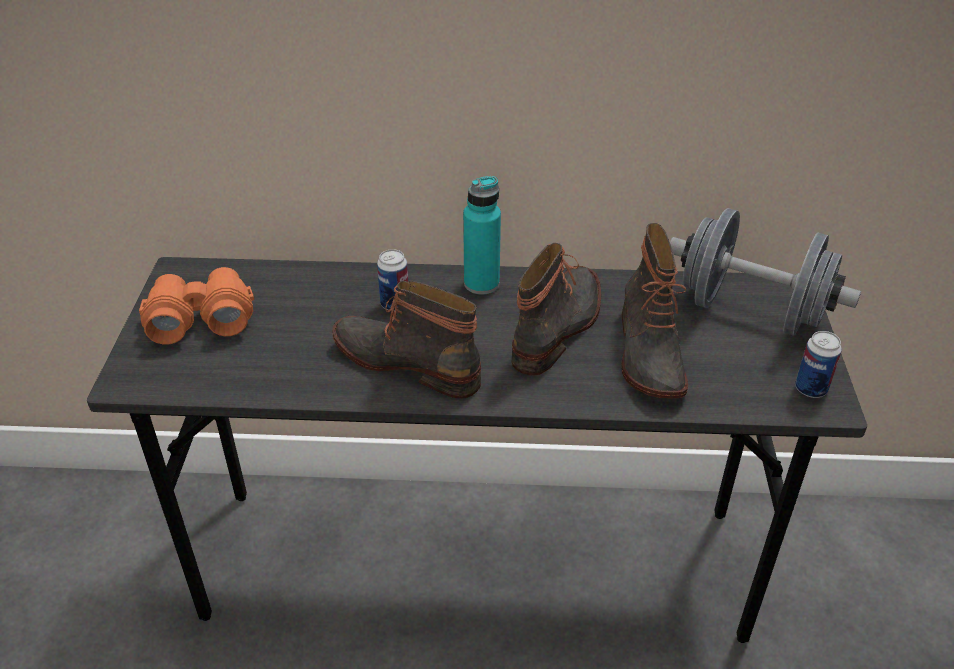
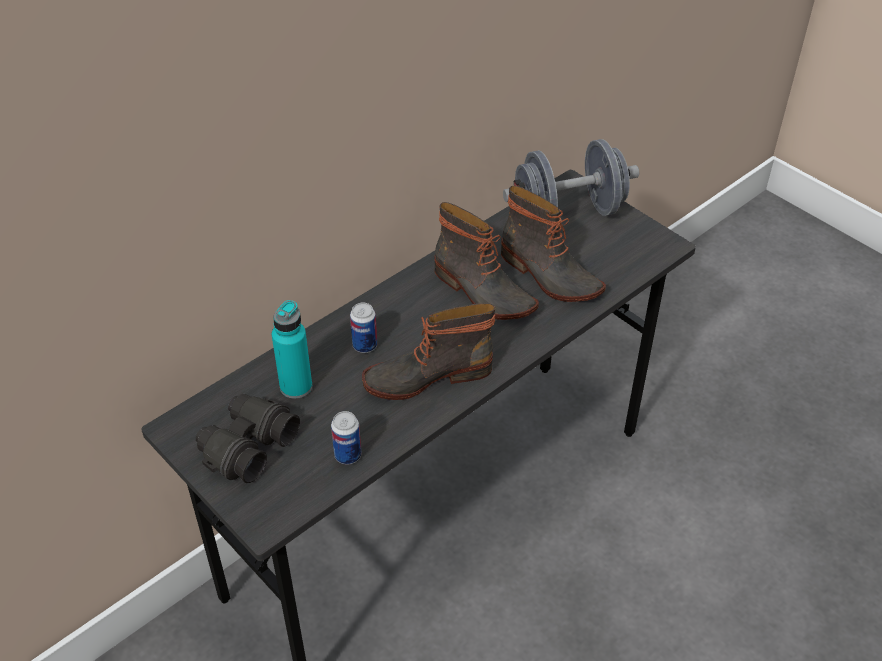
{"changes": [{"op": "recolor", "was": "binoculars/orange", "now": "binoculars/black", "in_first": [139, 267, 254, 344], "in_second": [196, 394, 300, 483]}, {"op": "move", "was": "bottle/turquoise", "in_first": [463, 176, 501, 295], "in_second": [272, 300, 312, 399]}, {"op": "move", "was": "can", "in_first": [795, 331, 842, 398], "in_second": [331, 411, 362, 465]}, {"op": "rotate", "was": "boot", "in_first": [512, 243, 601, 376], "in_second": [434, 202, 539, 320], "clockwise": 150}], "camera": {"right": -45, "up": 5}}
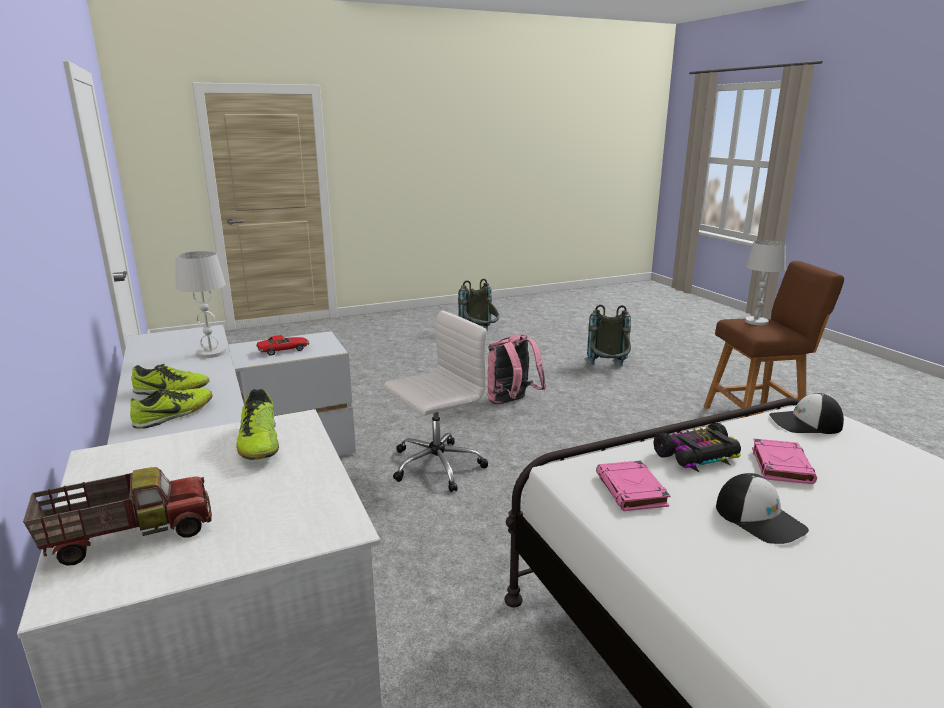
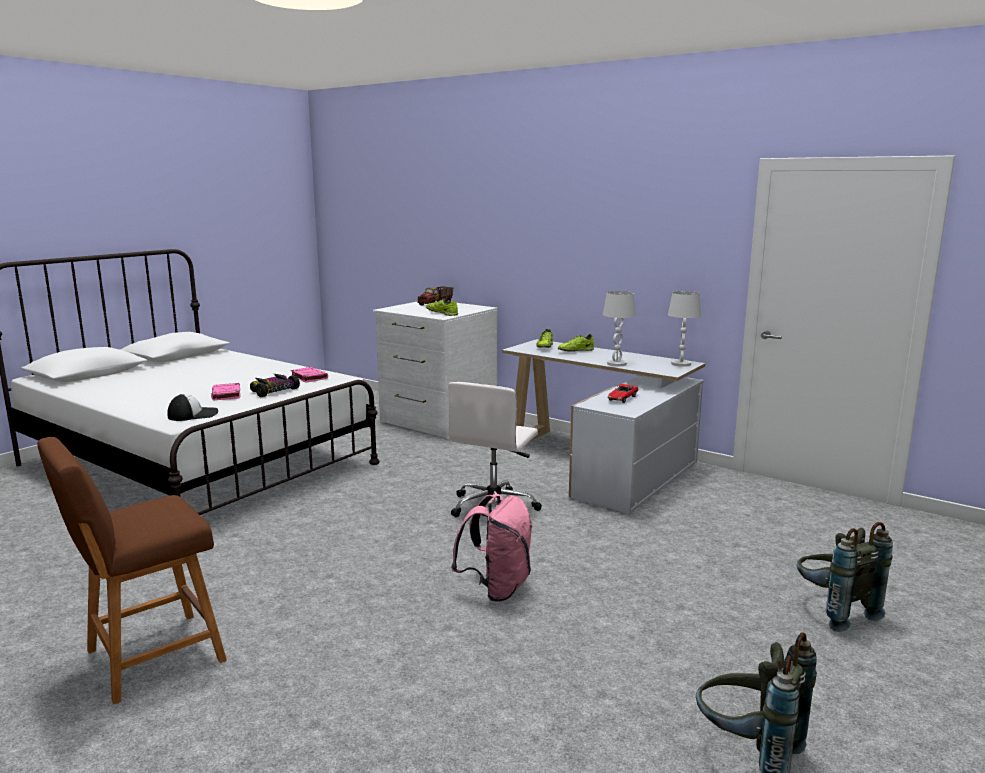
{"changes": [{"op": "move", "was": "table lamp/white", "in_first": [745, 240, 786, 325], "in_second": [668, 291, 701, 367]}, {"op": "move", "was": "backpack/grey", "in_first": [584, 305, 631, 366], "in_second": [797, 522, 893, 632]}, {"op": "delete", "was": "cap", "in_first": [716, 473, 809, 544]}], "camera": {"right": 150, "up": -5}}
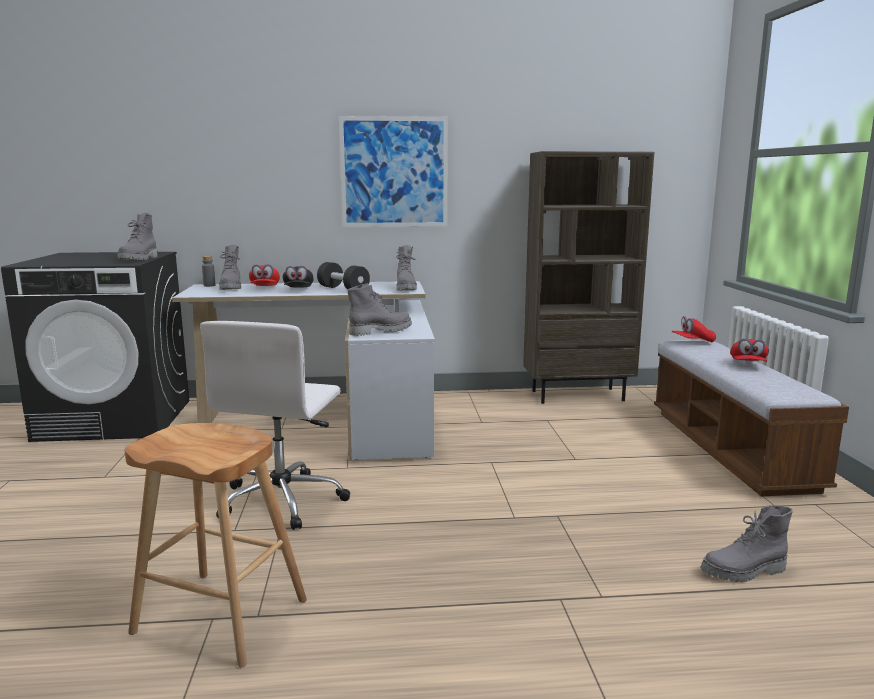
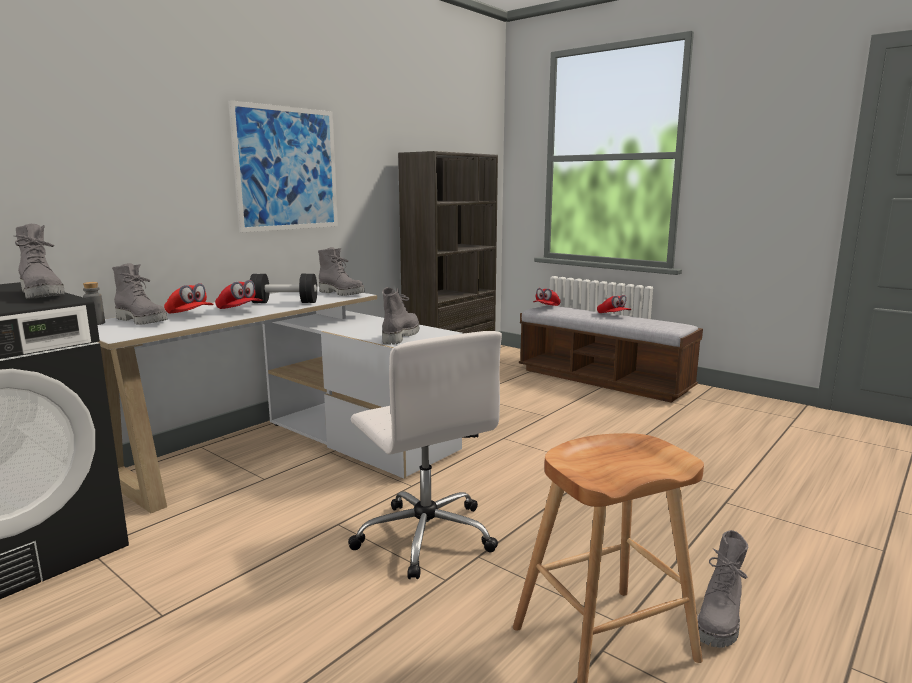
{"changes": [{"op": "recolor", "was": "cap/black", "now": "cap/red", "in_first": [283, 266, 314, 288], "in_second": [215, 280, 263, 309]}, {"op": "move", "was": "boot/grey", "in_first": [701, 505, 793, 582], "in_second": [697, 530, 748, 648]}], "camera": {"right": -45, "up": 0}}
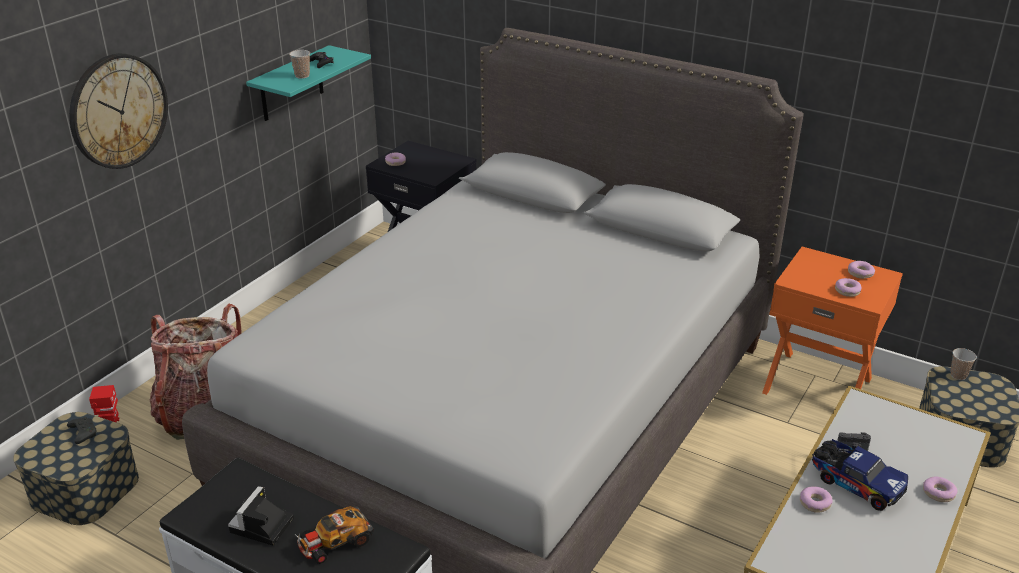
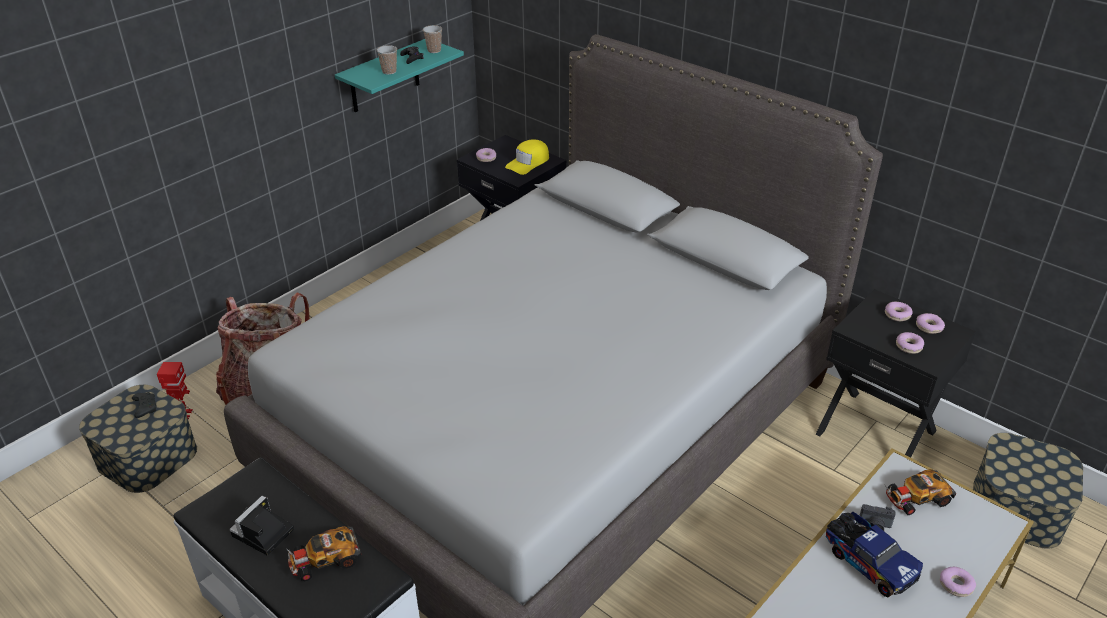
{"changes": [{"op": "move", "was": "cup", "in_first": [951, 348, 977, 380], "in_second": [423, 25, 442, 53]}, {"op": "insert", "now": "cap/yellow", "in_second": [505, 139, 549, 175]}, {"op": "recolor", "was": "nightstand/orange", "now": "nightstand/black", "in_first": [762, 247, 903, 395], "in_second": [816, 289, 976, 458]}, {"op": "move", "was": "donut", "in_first": [800, 486, 833, 513], "in_second": [885, 302, 912, 321]}, {"op": "insert", "now": "toy car", "in_second": [886, 469, 956, 515]}, {"op": "delete", "was": "wall clock", "in_first": [69, 54, 168, 169]}], "camera": {"right": 10, "up": 5}}
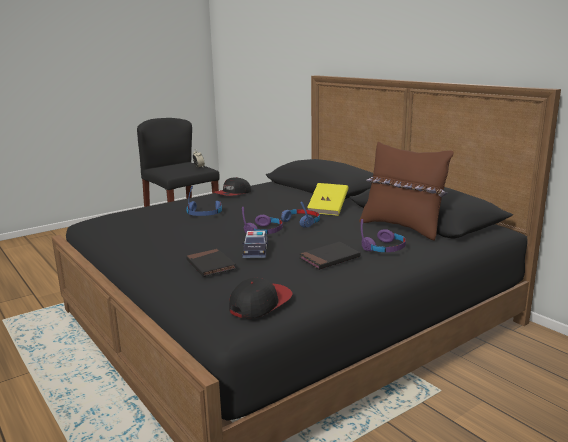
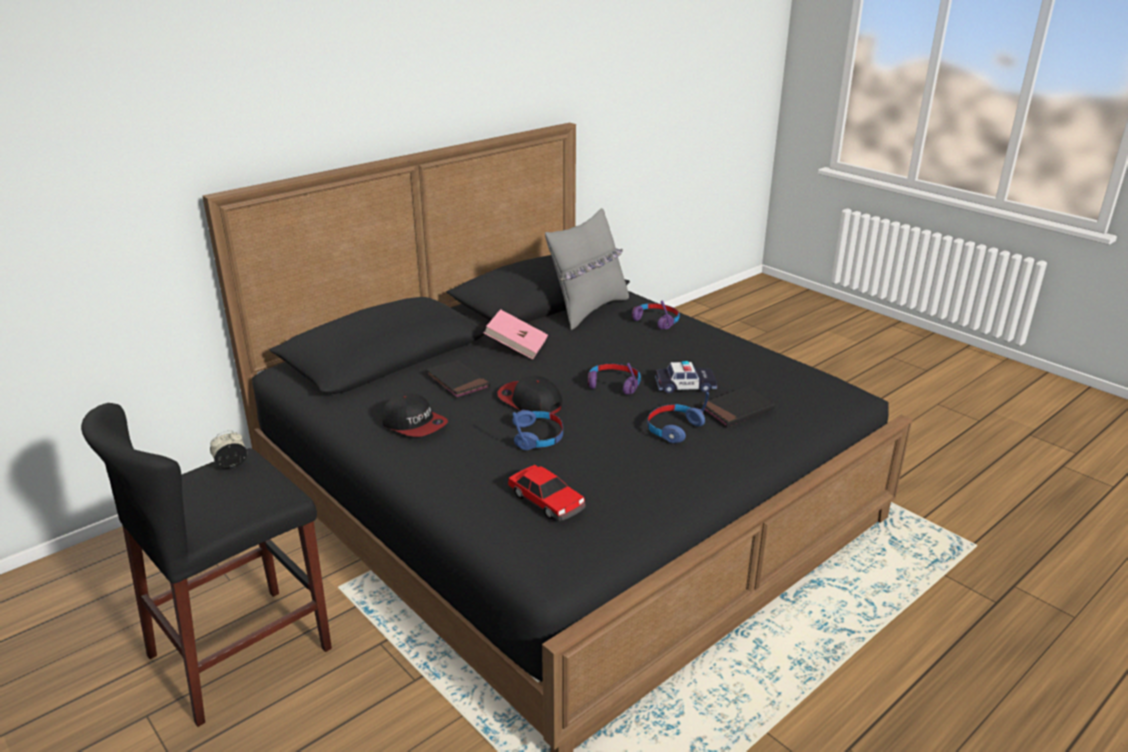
{"changes": [{"op": "move", "was": "book/black", "in_first": [299, 242, 360, 270], "in_second": [426, 360, 490, 399]}, {"op": "recolor", "was": "book/yellow", "now": "book/pink", "in_first": [307, 183, 349, 216], "in_second": [483, 309, 548, 359]}, {"op": "move", "was": "cap", "in_first": [229, 278, 293, 318], "in_second": [497, 375, 562, 414]}, {"op": "insert", "now": "toy car", "in_second": [508, 465, 586, 521]}, {"op": "recolor", "was": "pillow/brown", "now": "pillow/grey", "in_first": [359, 142, 454, 241], "in_second": [545, 208, 629, 330]}, {"op": "move", "was": "headphones/blue", "in_first": [281, 202, 320, 227], "in_second": [647, 392, 709, 443]}], "camera": {"right": -95, "up": 10}}
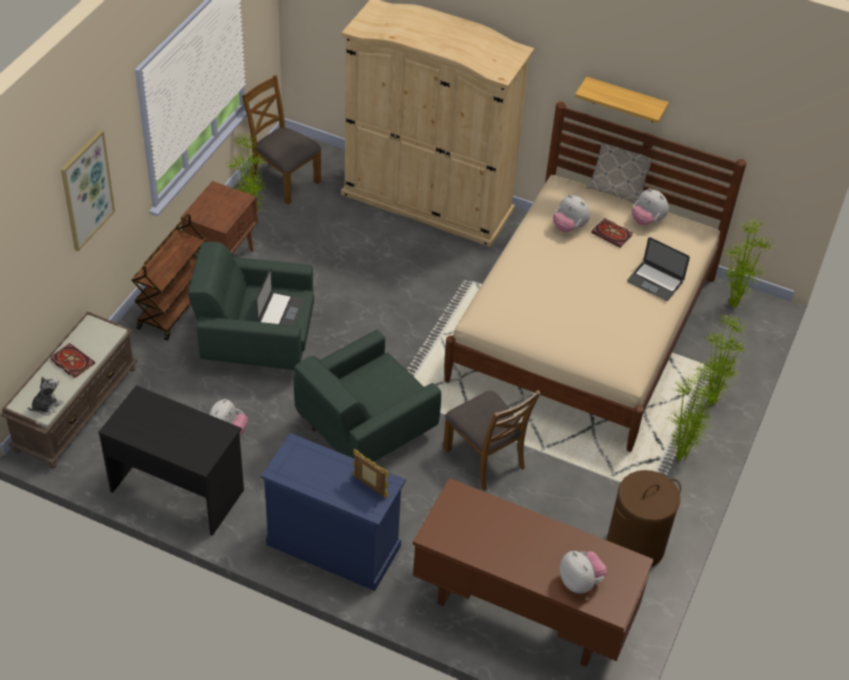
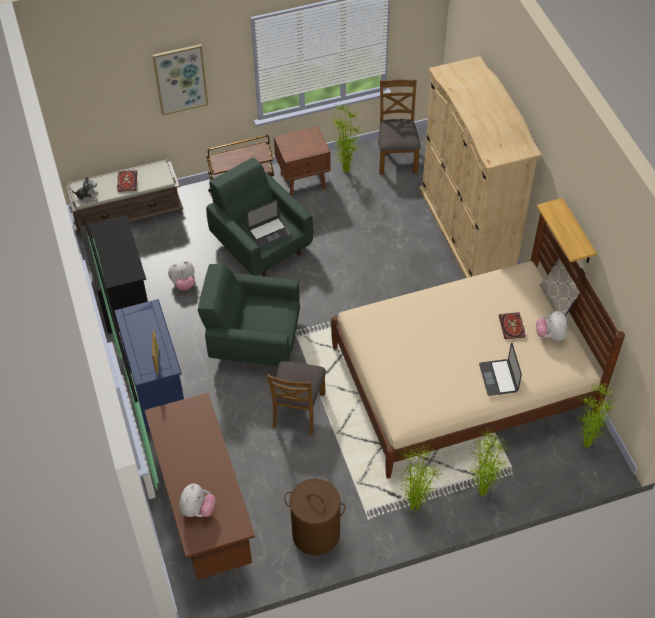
{"changes": [{"op": "delete", "was": "plush toy", "in_first": [553, 194, 590, 232]}], "camera": {"right": 50, "up": 5}}
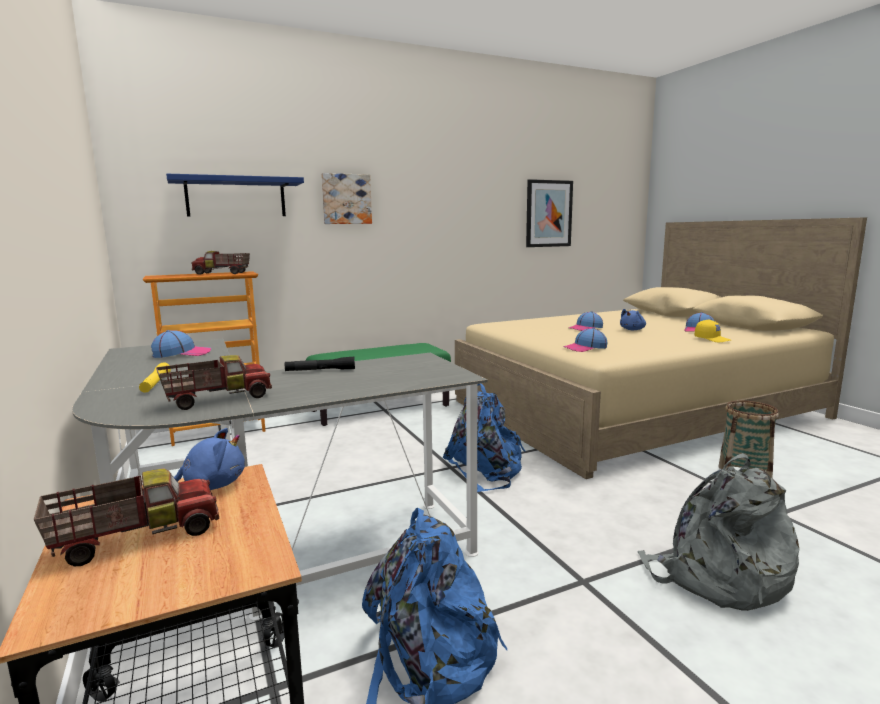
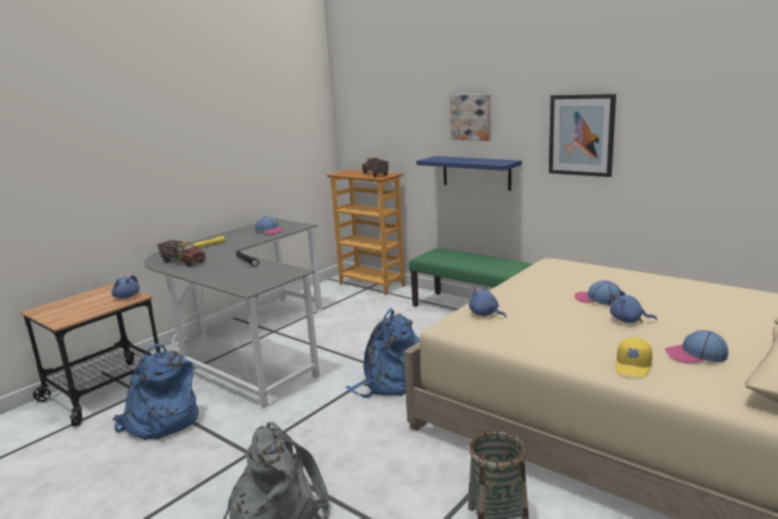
{"changes": [{"op": "move", "was": "shelf/blue", "in_first": [166, 174, 304, 216], "in_second": [416, 156, 522, 191]}, {"op": "replace", "was": "cap", "now": "plush toy/blue", "in_first": [563, 328, 607, 352], "in_second": [469, 285, 506, 318]}, {"op": "move", "was": "picture", "in_first": [526, 179, 573, 247], "in_second": [549, 94, 616, 177]}, {"op": "delete", "was": "toy truck", "in_first": [34, 469, 219, 567]}], "camera": {"right": 65, "up": 5}}
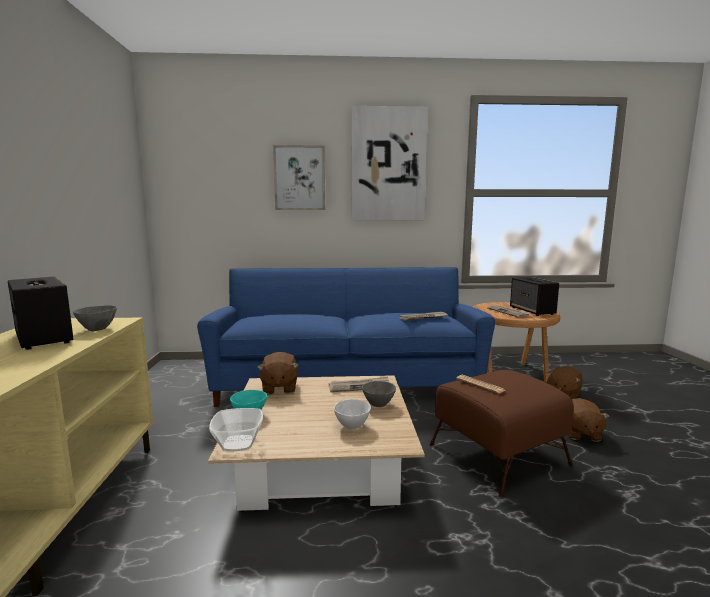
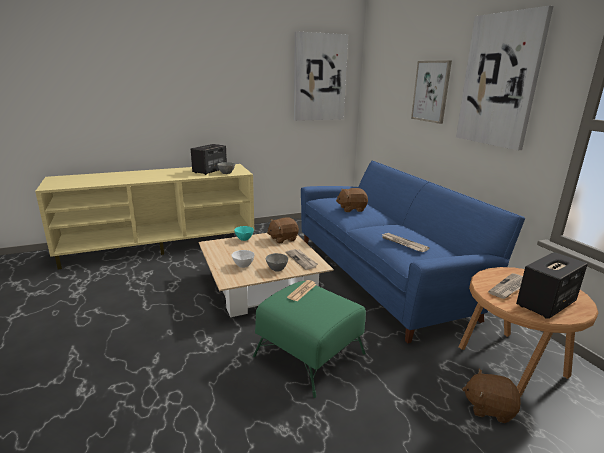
{"changes": [{"op": "recolor", "was": "ottoman/brown", "now": "ottoman/green", "in_first": [430, 370, 573, 497], "in_second": [253, 281, 366, 398]}, {"op": "insert", "now": "picture", "in_second": [294, 31, 348, 121]}, {"op": "move", "was": "plush toy/brown", "in_first": [568, 398, 610, 442], "in_second": [336, 188, 368, 212]}, {"op": "delete", "was": "bowl", "in_first": [209, 408, 263, 451]}], "camera": {"right": 70, "up": 10}}
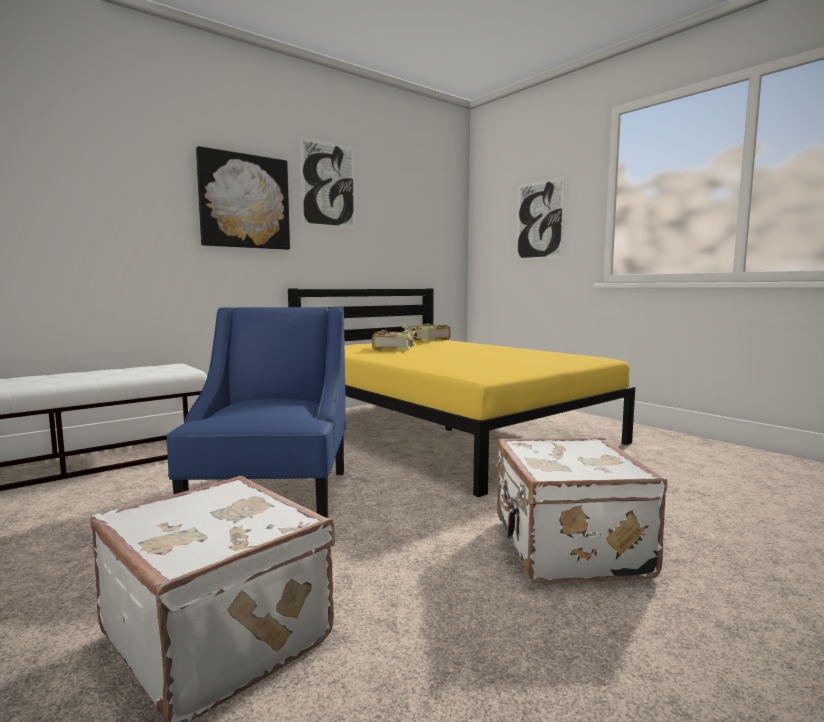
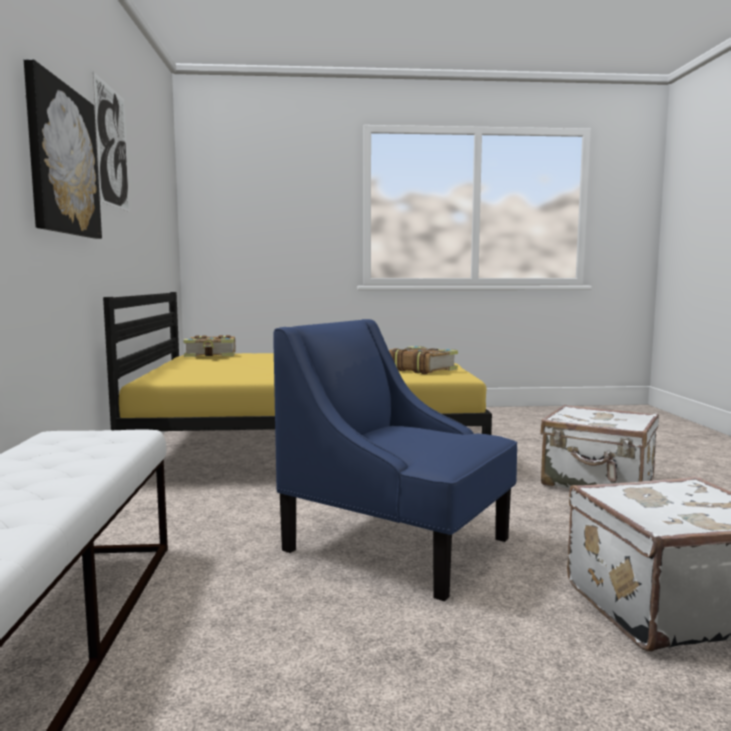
{"changes": [{"op": "move", "was": "book", "in_first": [372, 330, 420, 350], "in_second": [389, 346, 458, 374]}, {"op": "delete", "was": "picture", "in_first": [516, 177, 565, 260]}], "camera": {"right": -55, "up": 0}}
